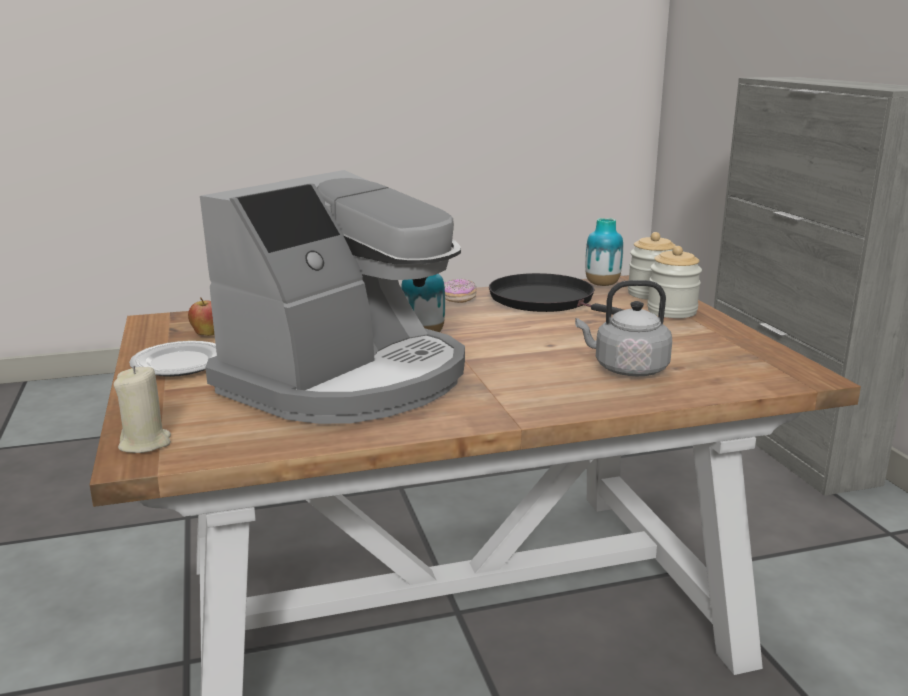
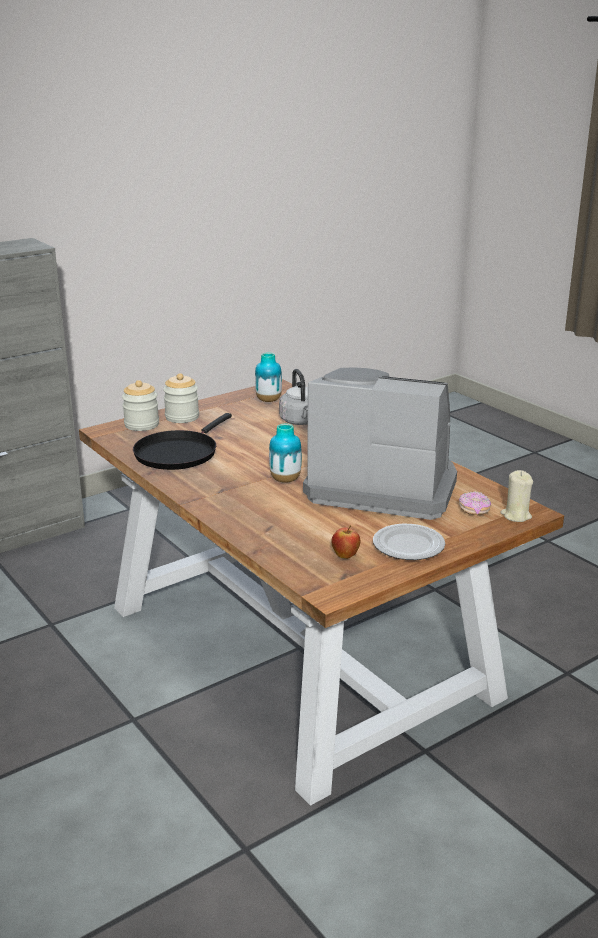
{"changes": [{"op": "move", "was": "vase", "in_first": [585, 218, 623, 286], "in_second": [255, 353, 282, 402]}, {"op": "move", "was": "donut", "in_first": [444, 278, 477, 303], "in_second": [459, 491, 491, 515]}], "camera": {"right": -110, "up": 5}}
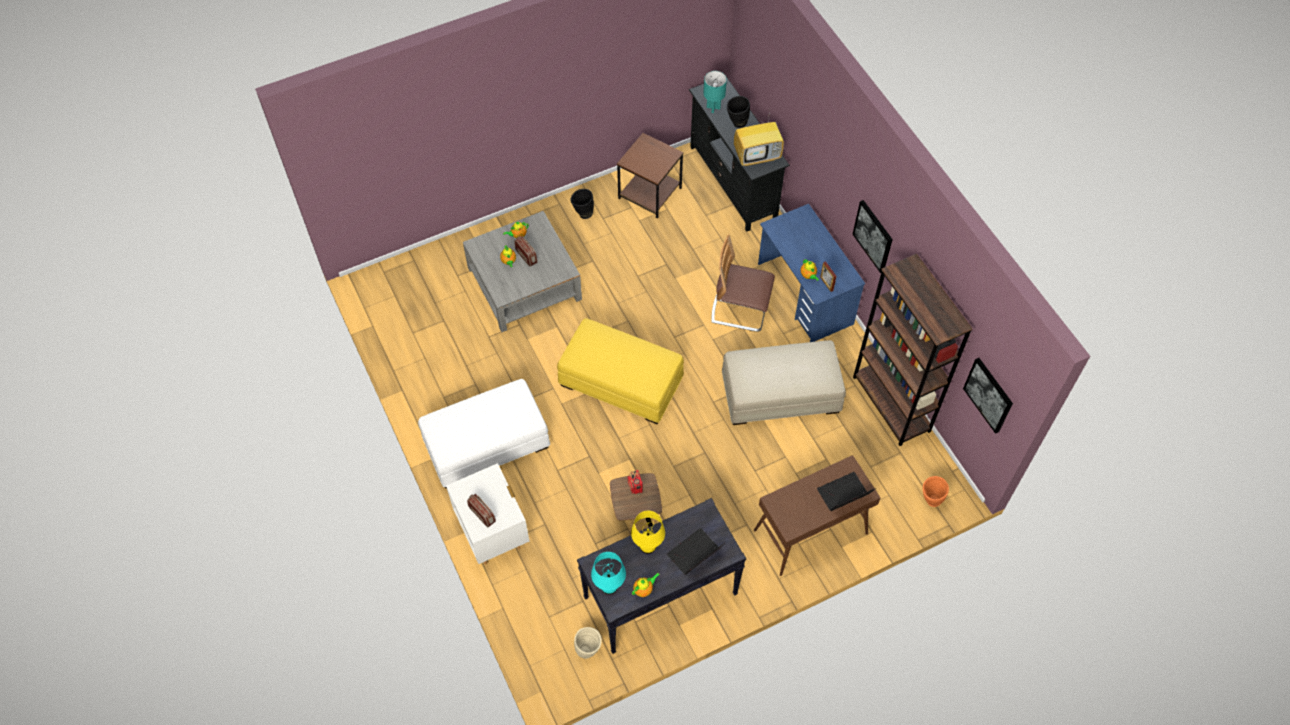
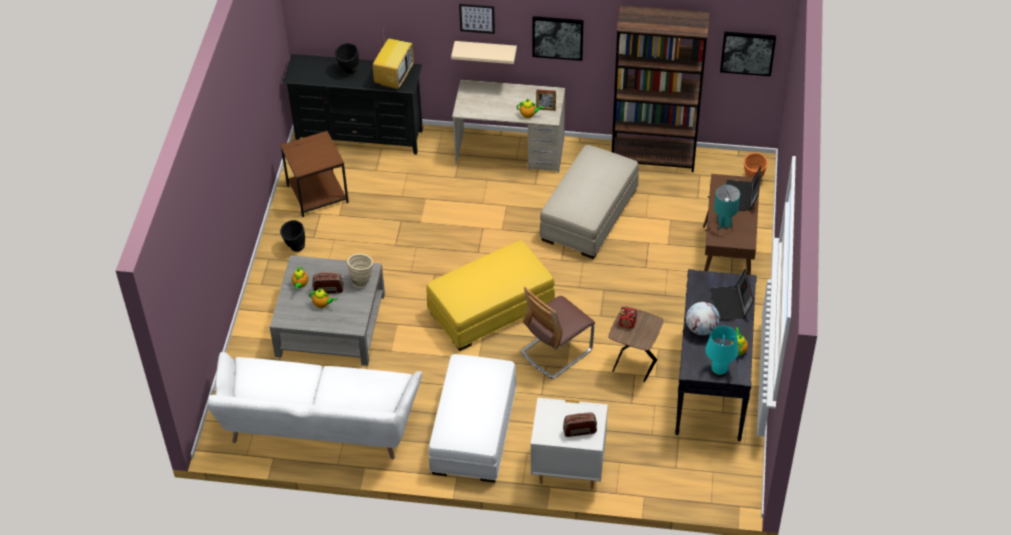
{"changes": [{"op": "insert", "now": "sofa/white", "in_second": [207, 352, 422, 459]}, {"op": "move", "was": "vase/beige", "in_first": [574, 627, 602, 659], "in_second": [347, 254, 373, 288]}, {"op": "insert", "now": "shelf/beige", "in_second": [451, 41, 517, 64]}, {"op": "recolor", "was": "desk/blue", "now": "desk/beige", "in_first": [758, 204, 865, 342], "in_second": [452, 79, 565, 173]}, {"op": "insert", "now": "picture", "in_second": [459, 4, 495, 34]}, {"op": "move", "was": "chair", "in_first": [712, 234, 775, 332], "in_second": [521, 286, 595, 379]}, {"op": "replace", "was": "table lamp/yellow", "now": "globe", "in_first": [631, 511, 665, 554], "in_second": [686, 302, 720, 335]}, {"op": "move", "was": "table lamp/turquoise", "in_first": [703, 71, 727, 113], "in_second": [714, 185, 740, 229]}], "camera": {"right": -55, "up": -10}}
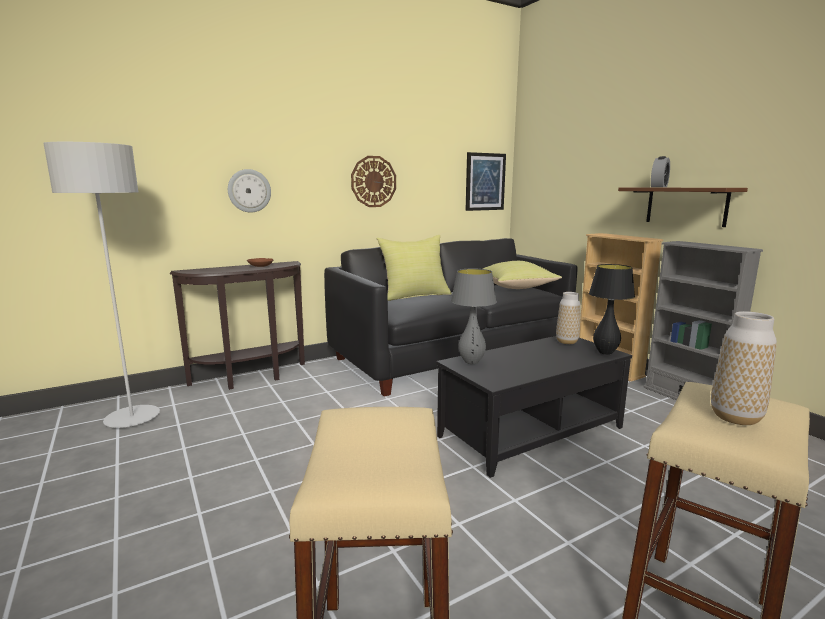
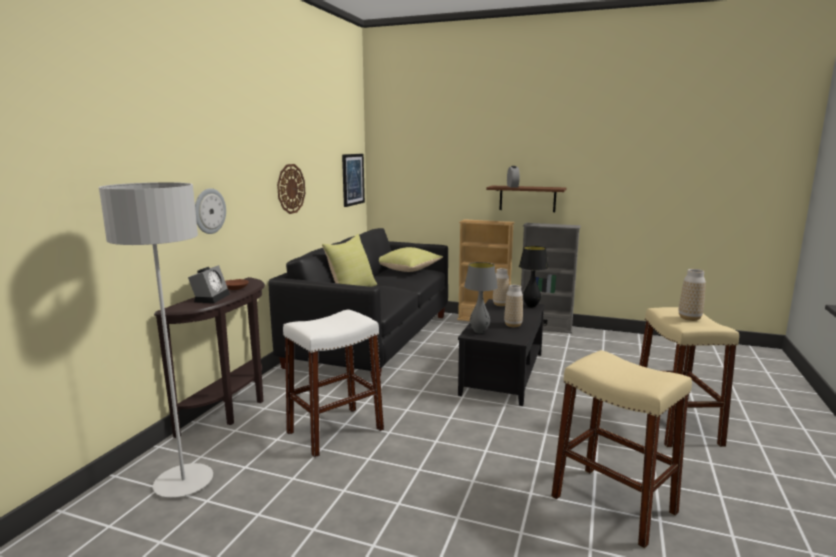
{"changes": [{"op": "insert", "now": "alarm clock", "in_second": [188, 265, 230, 303]}, {"op": "insert", "now": "stool/white", "in_second": [283, 310, 384, 458]}, {"op": "insert", "now": "vase", "in_second": [504, 285, 523, 327]}], "camera": {"right": -40, "up": 0}}
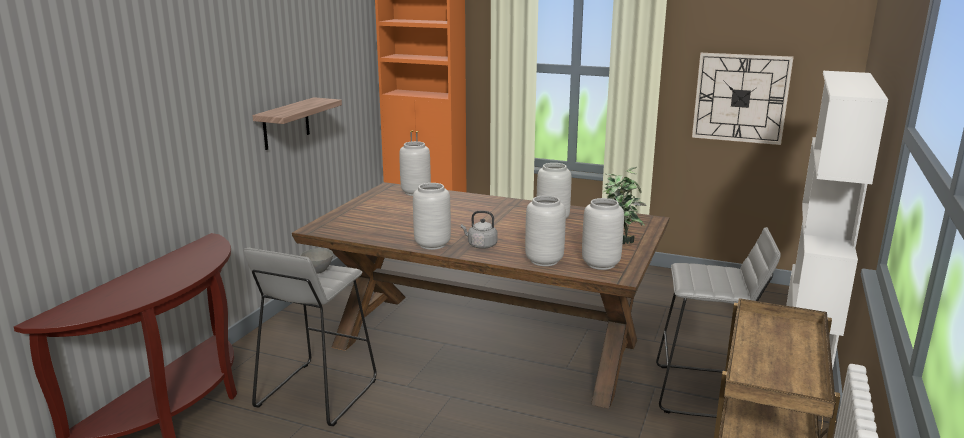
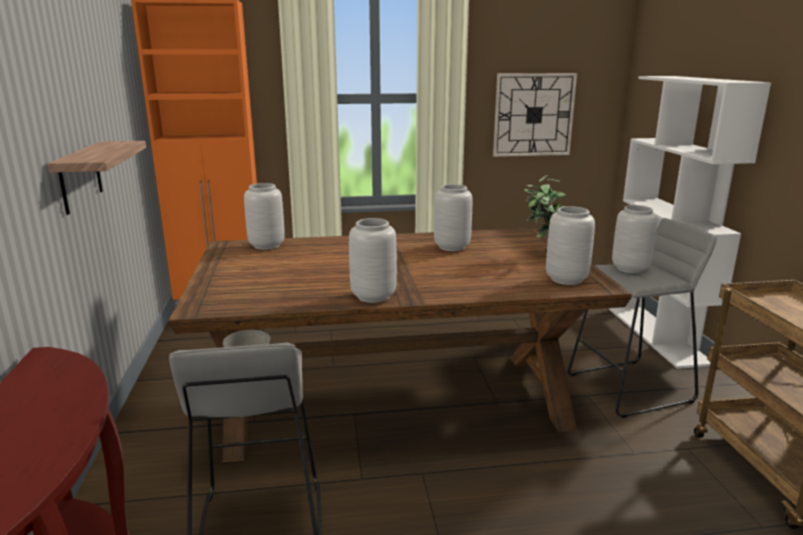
{"changes": [{"op": "move", "was": "vase/grey", "in_first": [525, 195, 566, 266], "in_second": [612, 205, 658, 273]}, {"op": "delete", "was": "kettle/grey", "in_first": [461, 211, 497, 249]}], "camera": {"right": -30, "up": 0}}
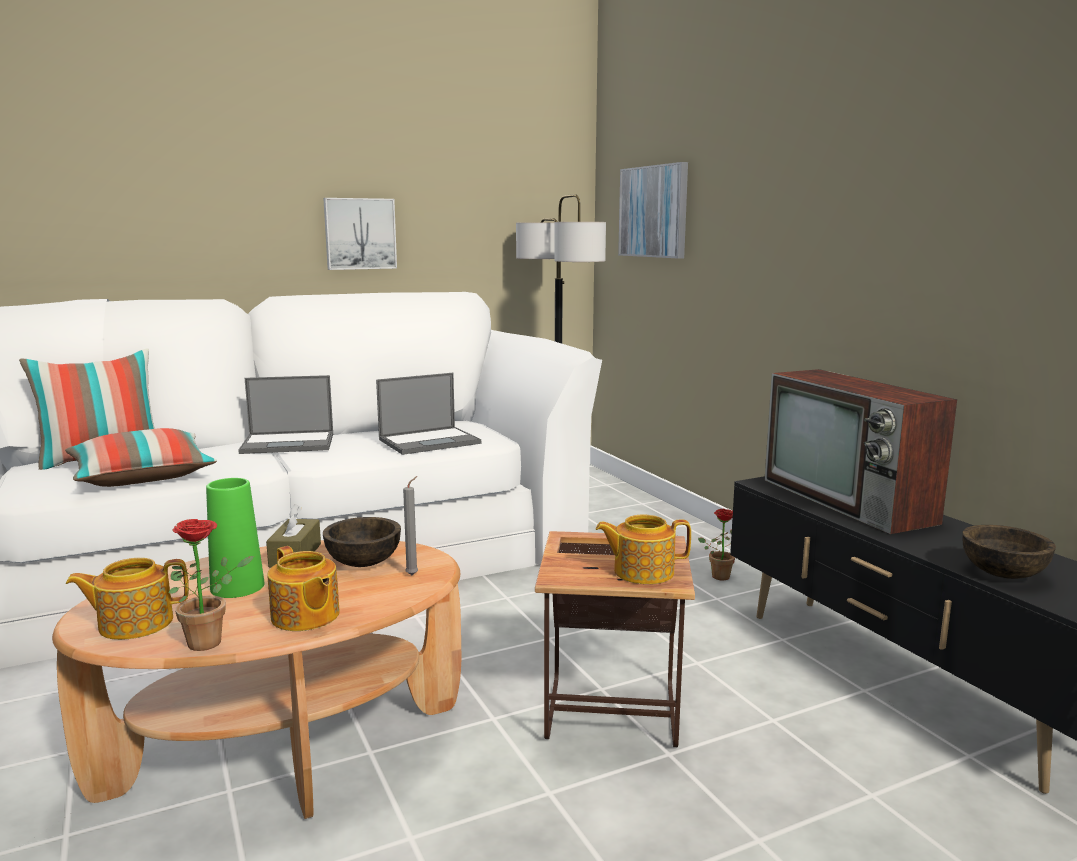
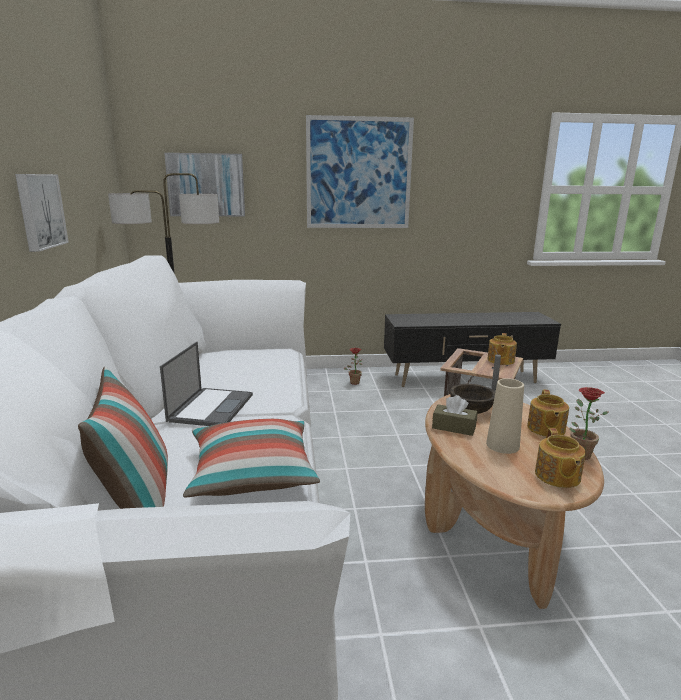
{"changes": [{"op": "insert", "now": "picture", "in_second": [306, 115, 414, 228]}, {"op": "recolor", "was": "vase/green", "now": "vase/beige", "in_first": [206, 478, 265, 598], "in_second": [486, 378, 524, 454]}, {"op": "rotate", "was": "teapot", "in_first": [267, 546, 340, 631], "in_second": [527, 390, 569, 436], "clockwise": 120}, {"op": "delete", "was": "laptop", "in_first": [376, 373, 481, 455]}, {"op": "delete", "was": "television", "in_first": [765, 369, 957, 534]}, {"op": "delete", "was": "bowl/brown", "in_first": [962, 525, 1056, 579]}], "camera": {"right": -70, "up": 5}}
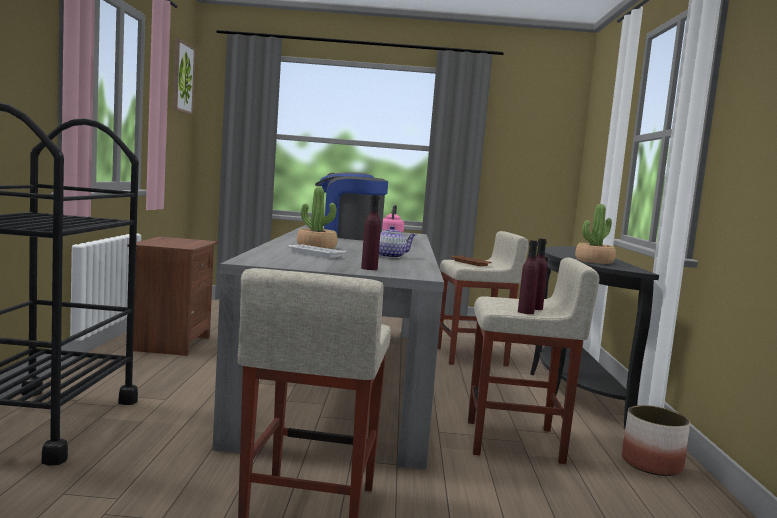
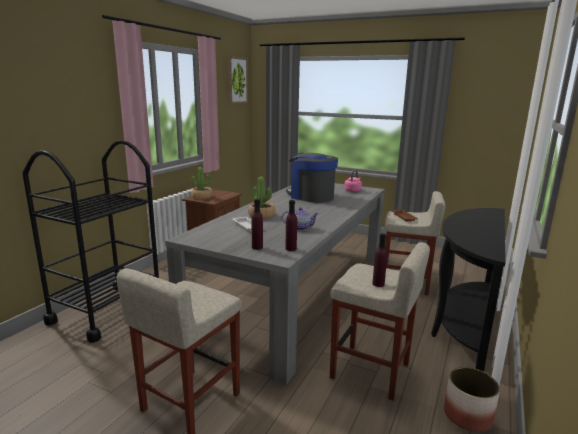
{"changes": [{"op": "move", "was": "potted plant", "in_first": [575, 204, 616, 264], "in_second": [192, 167, 213, 200]}, {"op": "move", "was": "bottle/purple", "in_first": [518, 240, 539, 314], "in_second": [286, 200, 297, 251]}], "camera": {"right": 25, "up": 10}}
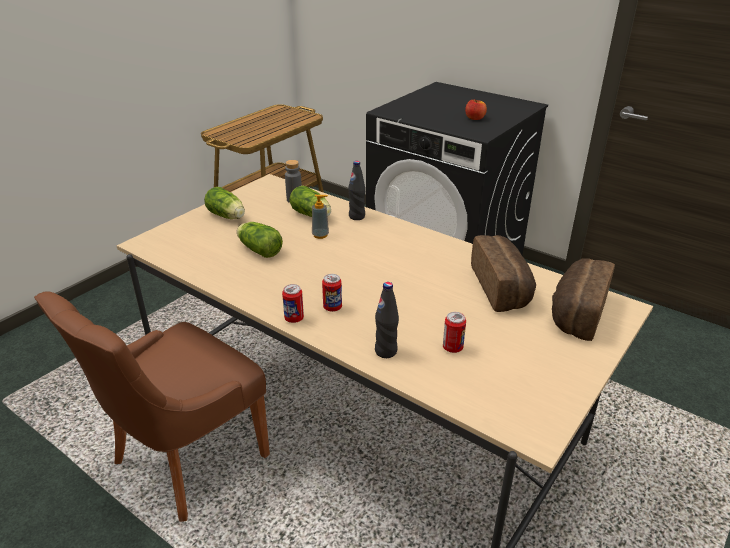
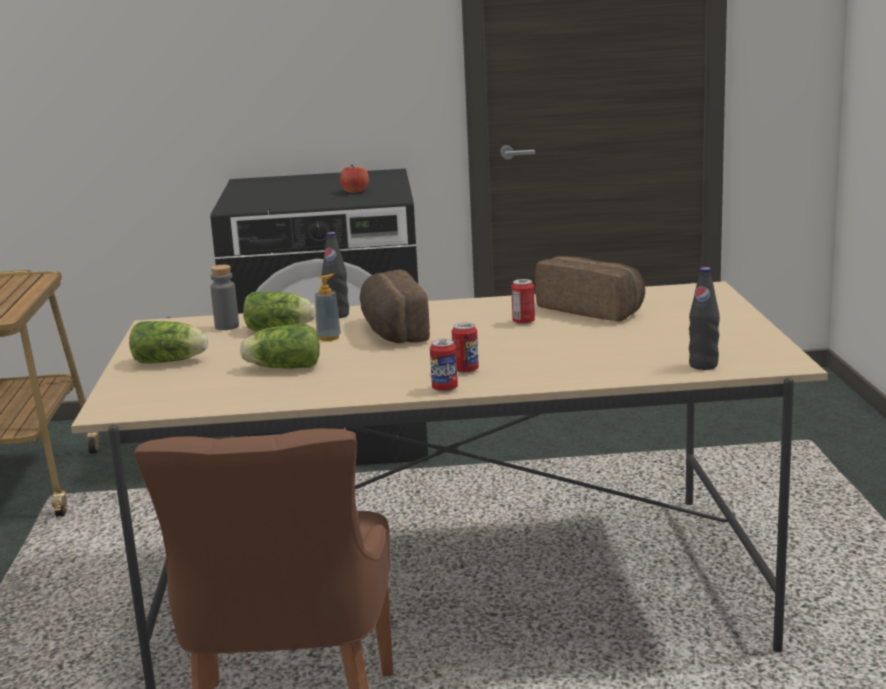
{"changes": [{"op": "move", "was": "bread", "in_first": [552, 258, 615, 341], "in_second": [360, 269, 430, 343]}, {"op": "move", "was": "can", "in_first": [443, 312, 466, 353], "in_second": [511, 279, 535, 325]}, {"op": "move", "was": "bottle/black", "in_first": [375, 282, 399, 358], "in_second": [689, 267, 720, 370]}], "camera": {"right": -40, "up": -15}}
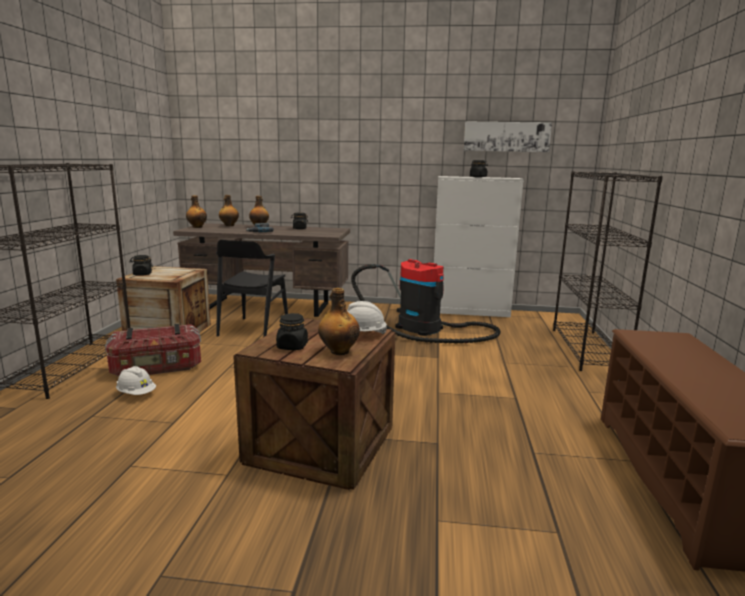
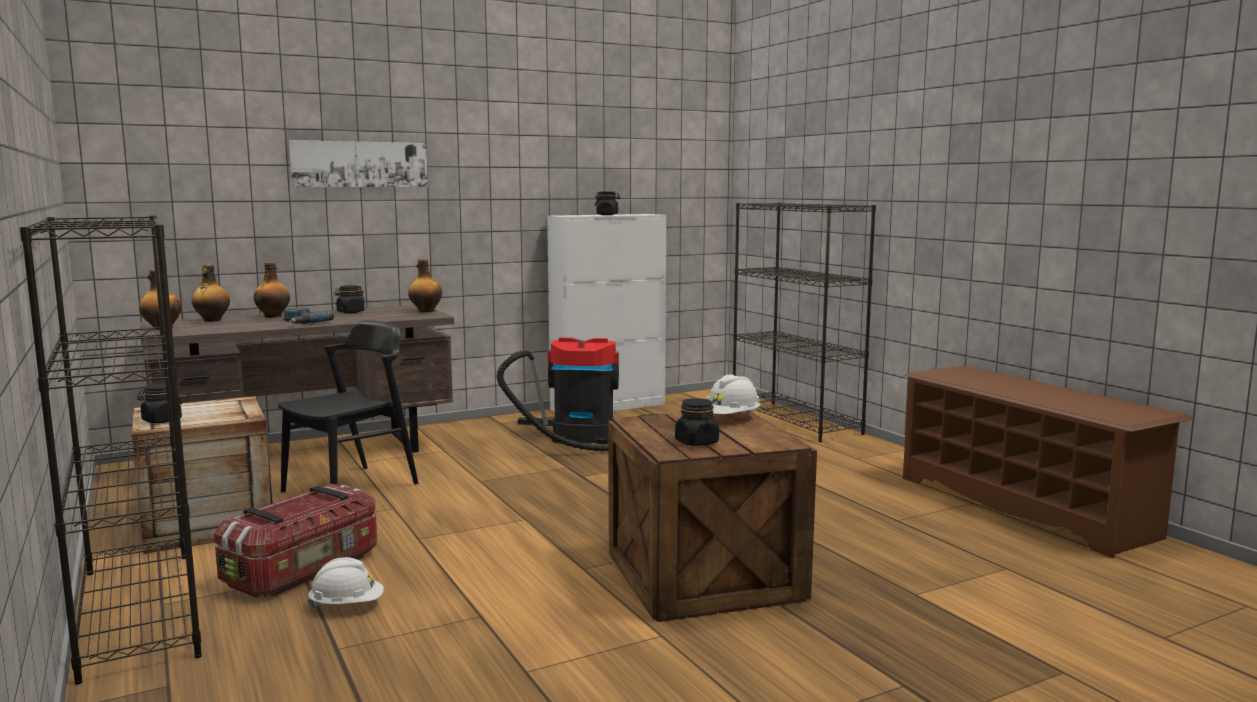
{"changes": [{"op": "rotate", "was": "chair/black", "in_first": [216, 240, 288, 337], "in_second": [278, 320, 419, 492], "clockwise": -120}, {"op": "move", "was": "picture", "in_first": [463, 121, 552, 152], "in_second": [289, 140, 428, 187]}, {"op": "move", "was": "bottle", "in_first": [318, 288, 360, 355], "in_second": [408, 259, 442, 312]}], "camera": {"right": -35, "up": -5}}
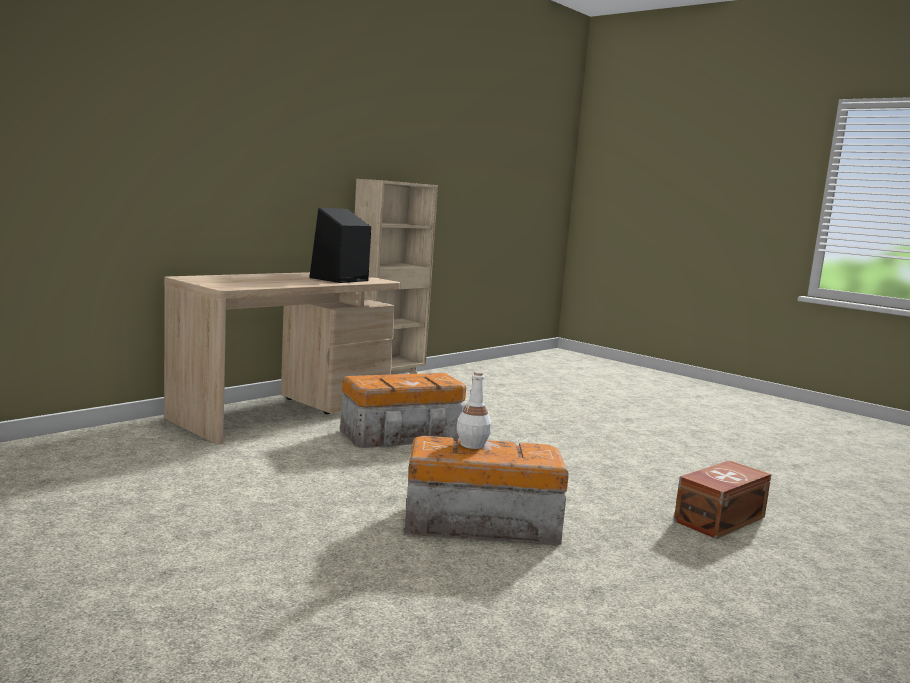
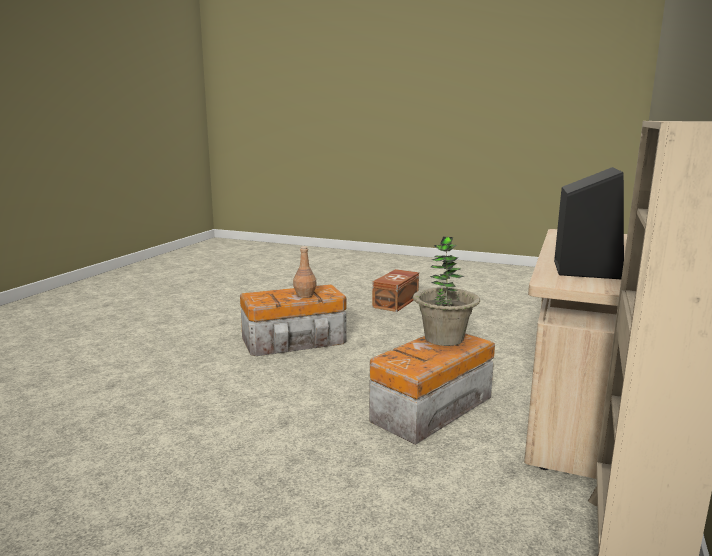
{"changes": [{"op": "recolor", "was": "bottle/white", "now": "bottle/brown", "in_first": [456, 371, 492, 449], "in_second": [293, 246, 317, 298]}, {"op": "move", "was": "storage box/brown", "in_first": [674, 460, 771, 539], "in_second": [372, 269, 419, 312]}, {"op": "insert", "now": "potted plant", "in_second": [413, 237, 480, 346]}], "camera": {"right": 160, "up": 5}}
